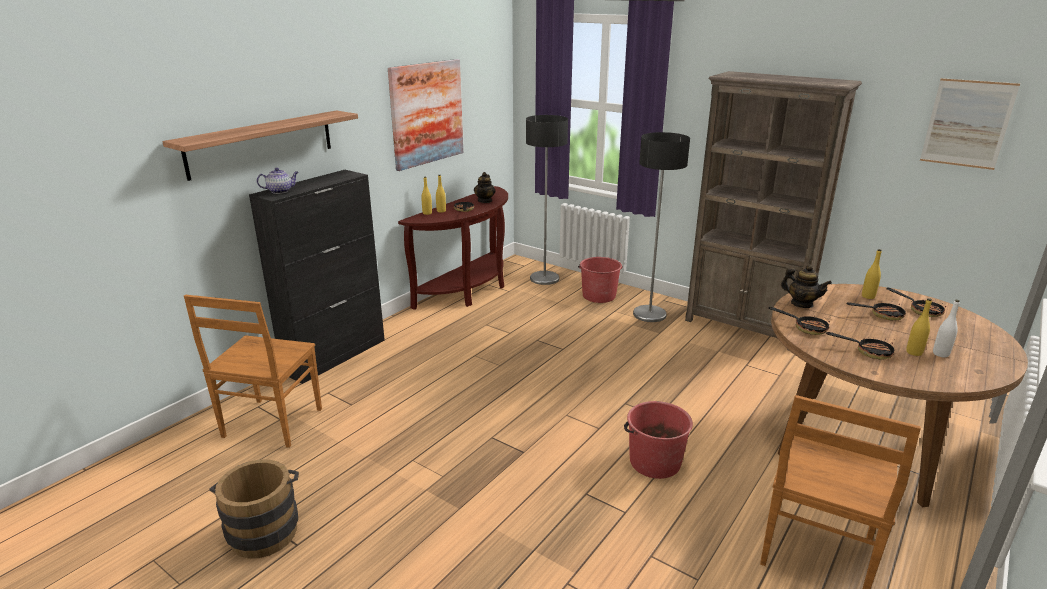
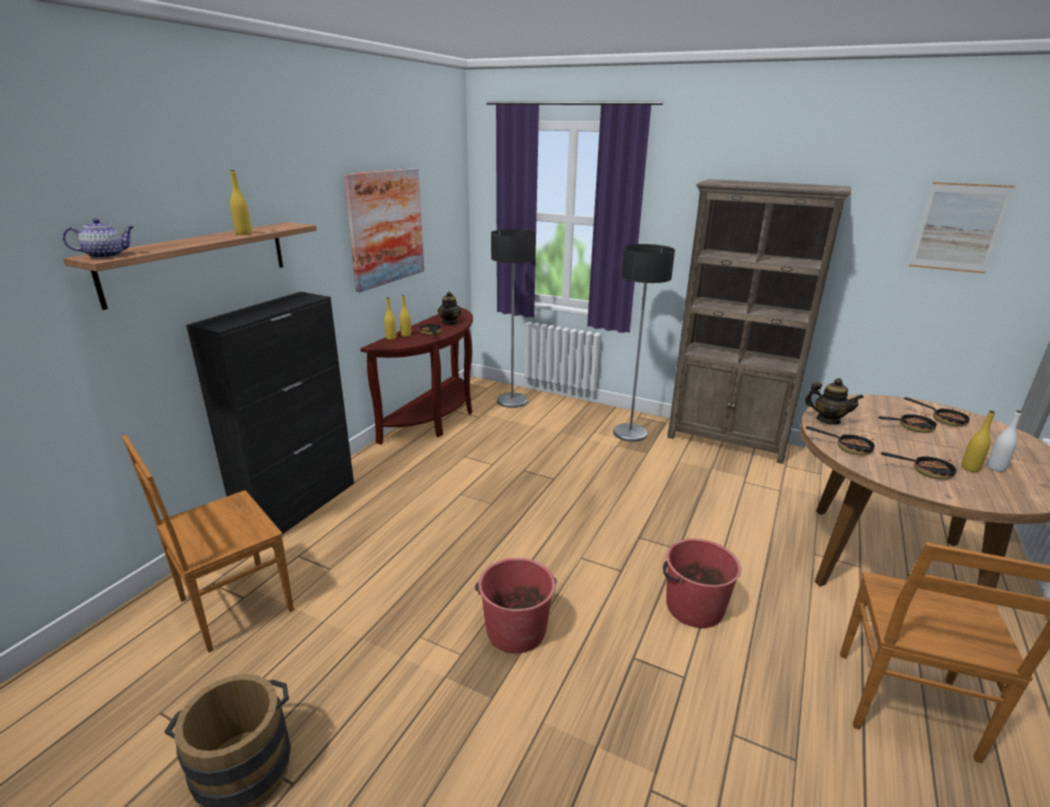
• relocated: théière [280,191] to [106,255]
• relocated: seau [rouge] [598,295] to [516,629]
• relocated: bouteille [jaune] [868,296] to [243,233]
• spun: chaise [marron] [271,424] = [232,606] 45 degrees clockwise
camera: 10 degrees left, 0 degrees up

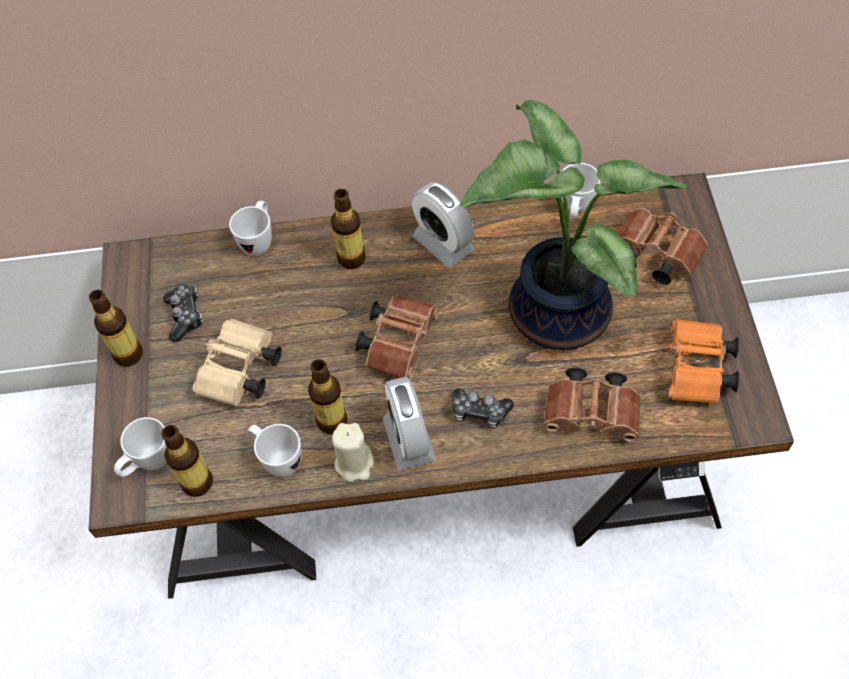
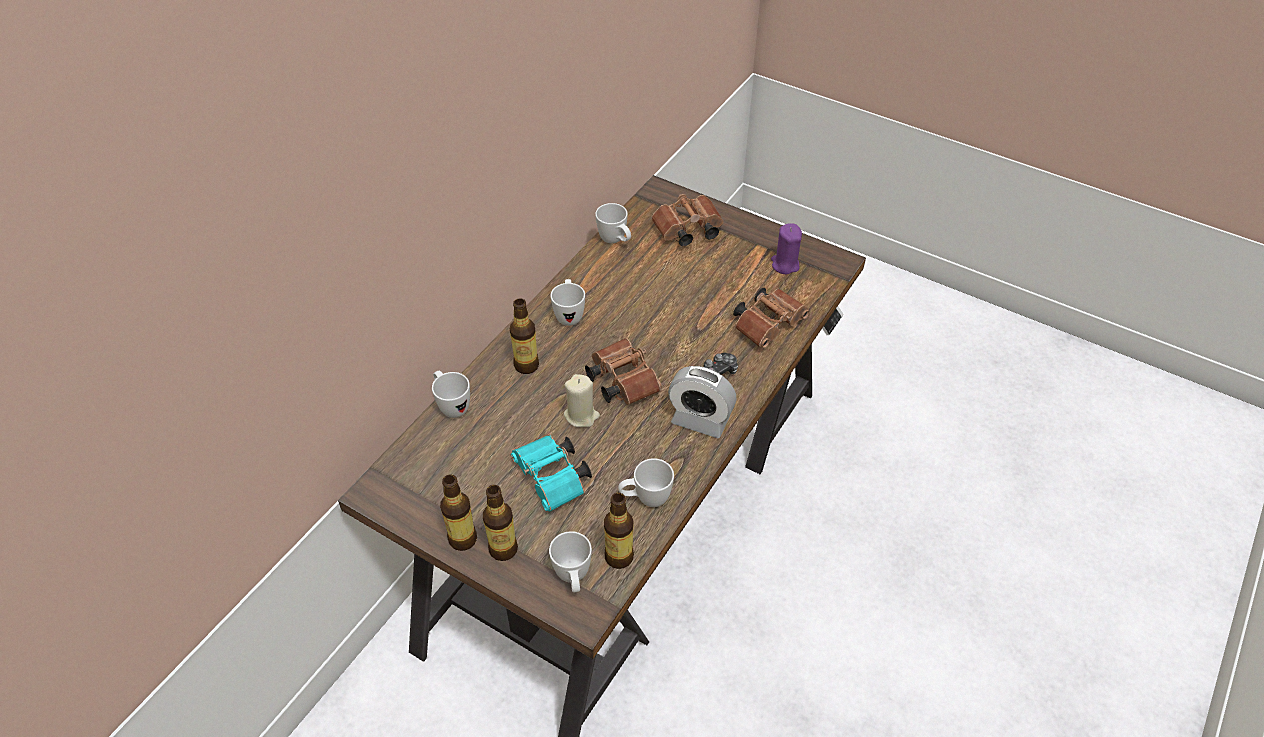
• missing: manette [185,316]
• missing: plante en pot [552,311]
• relocated: bouteille [332,421] to [503,549]
• relocated: bougie [beige] [354,463] to [581,415]
• exchanged: réveil [443,243] to mug [blanc] [569,314]
• exchanged: jumelles [orange] [697,372] to bougie [violet] [785,264]
• colour: jumelles [beige] [240,373] to jumelles [turquoise] [553,481]
camera: 55 degrees left, 10 degrees down

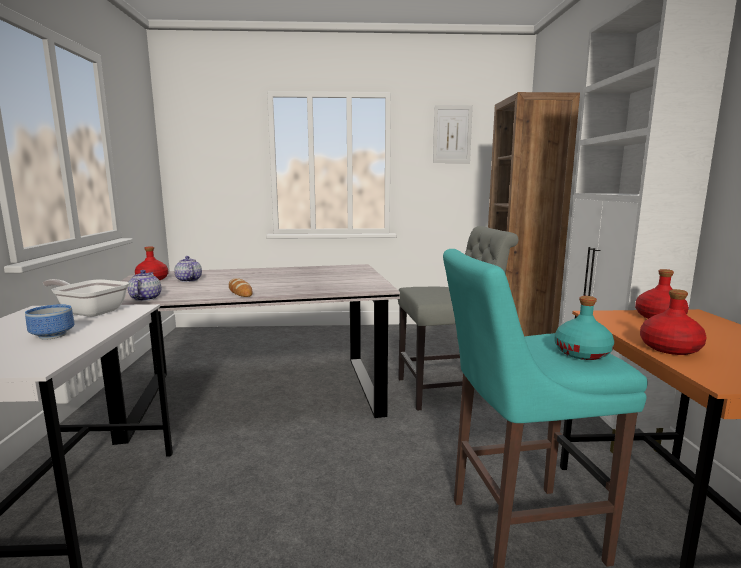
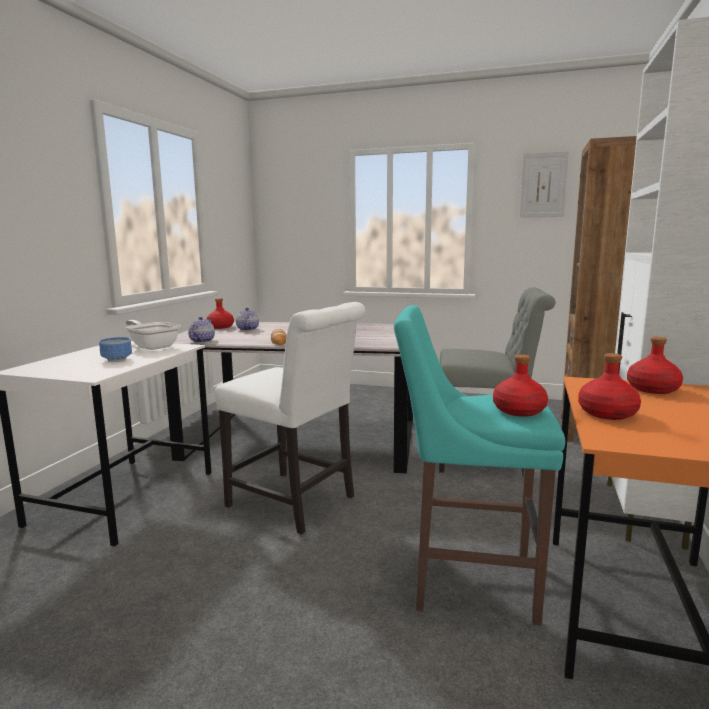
• appeared: chaise [blanc] [296,503]
• colour: bouteille [turquoise] [582,353] to bouteille [rouge] [519,410]
camera: 20 degrees right, 0 degrees up

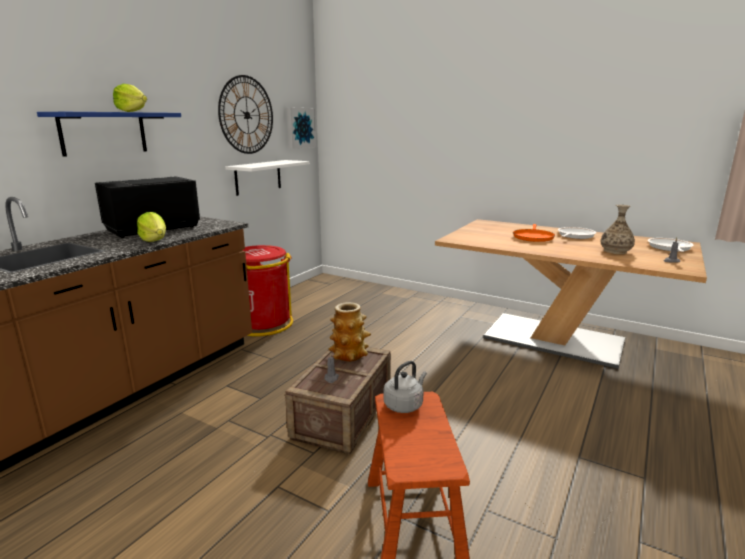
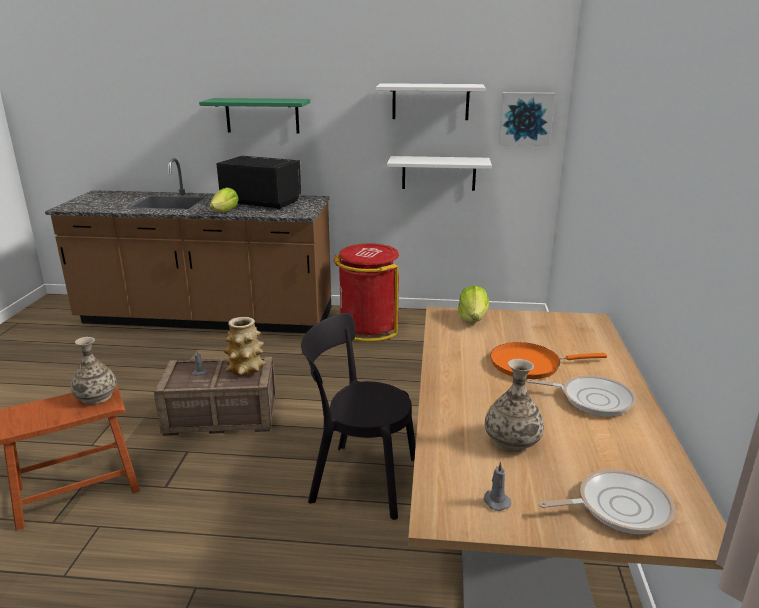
• appeared: chaise [noir] [359,479]
• relocated: laitue [132,112] to [473,319]
• exchanged: horloge murale [247,115] to étagère [blanc] [430,101]
• exchanged: bouilloire [gris] [404,405] to vase [96,397]
• colour: étagère [bleu] [104,133] to étagère [vert] [262,115]
camera: 65 degrees right, 5 degrees up

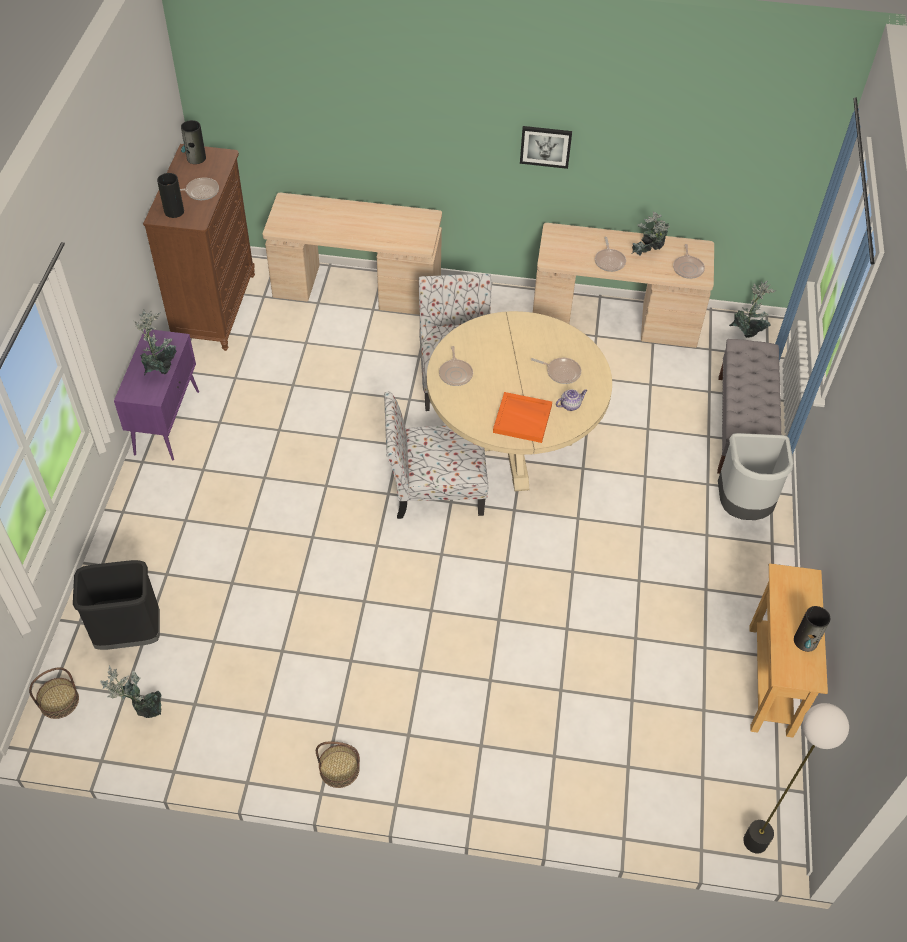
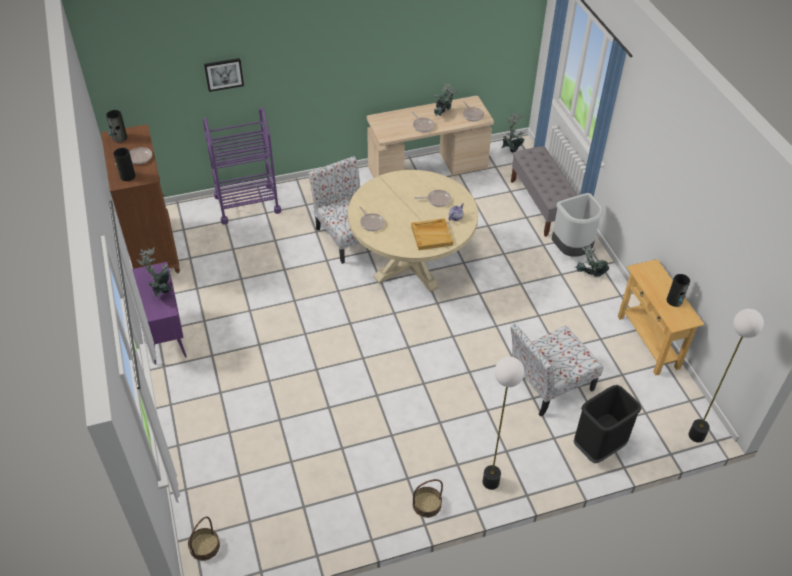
• appeared: lampadaire [491,482]
• relocated: poubelle [noir] [129,634] to [598,448]
• relocated: plante en pot [140,708] to [588,276]
• relocated: chaise [435,488] to [548,384]
• relocated: tableau [545,146] to [224,74]
• exchanged: bureau [beige] [357,290] to chariot [violet] [247,204]
• colour: plateau [orange] [523,419] to plateau [beige] [432,235]
camera: 25 degrees left, 5 degrees down

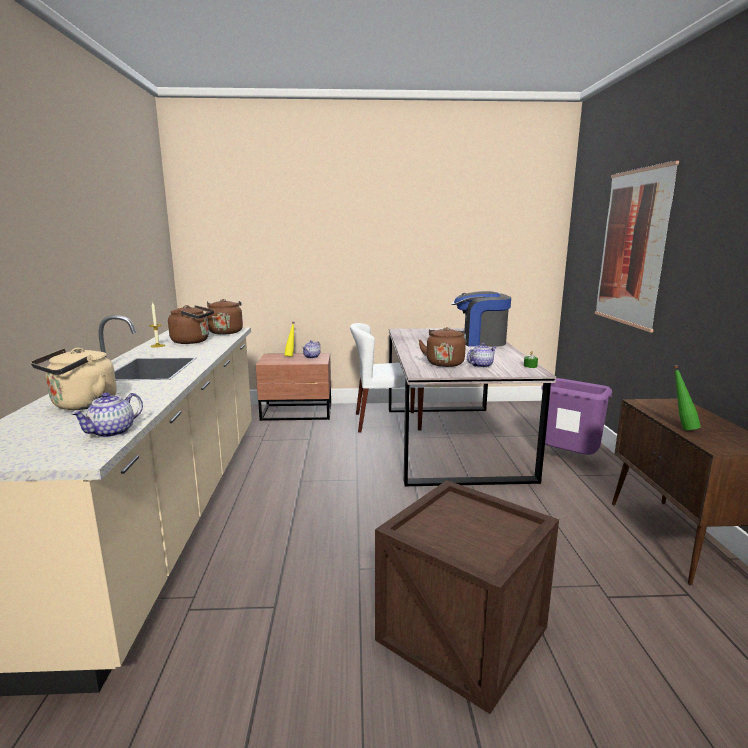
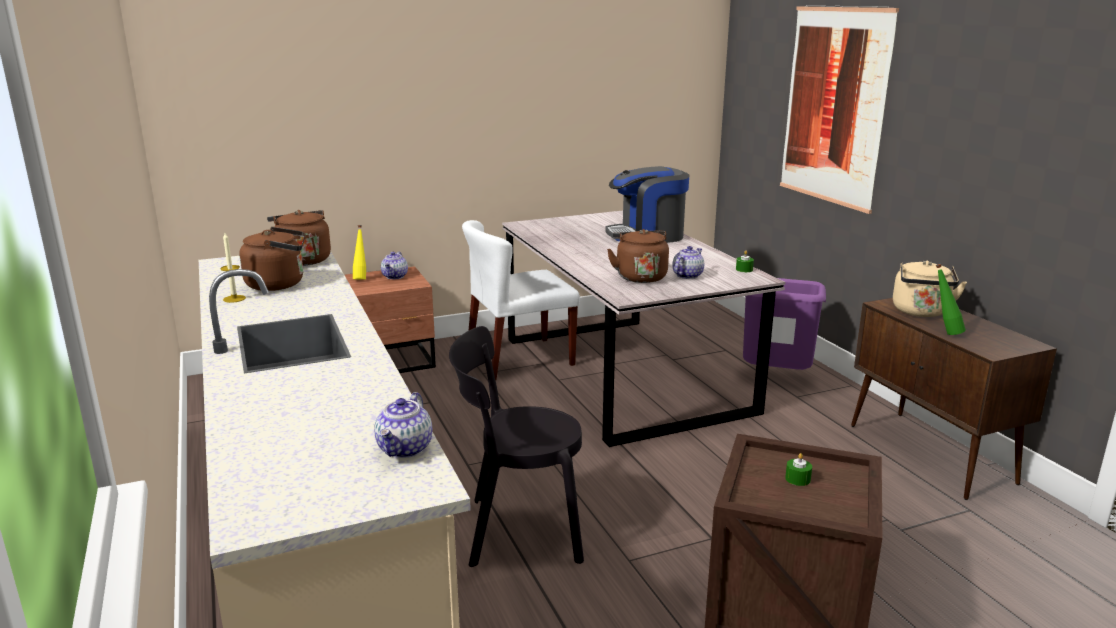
• appeared: chaise [noir] [518,530]
• appeared: bougie [vert] [797,479]
• relocated: bouilloire [beige] [81,405] to [921,312]
camera: 20 degrees left, 5 degrees up

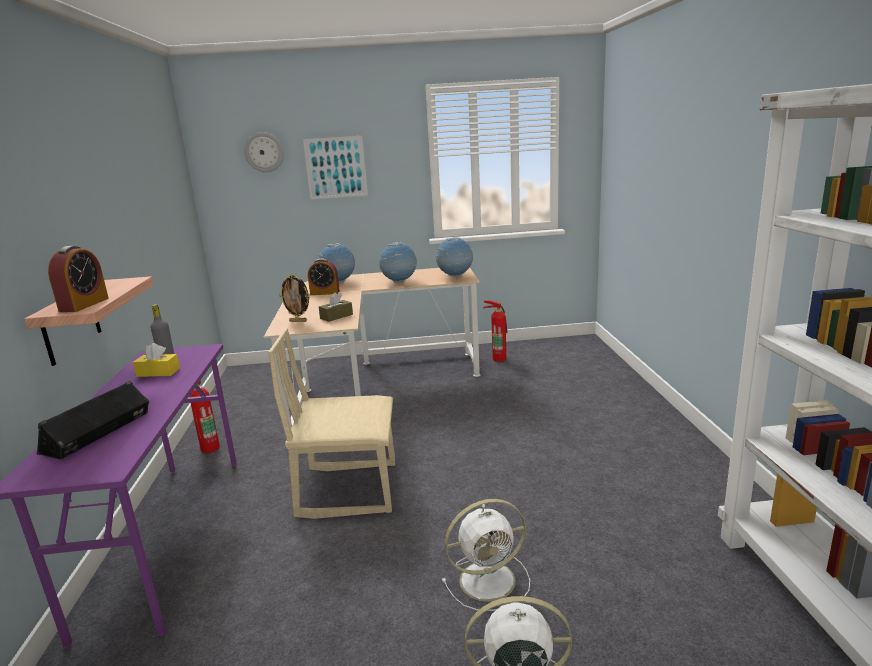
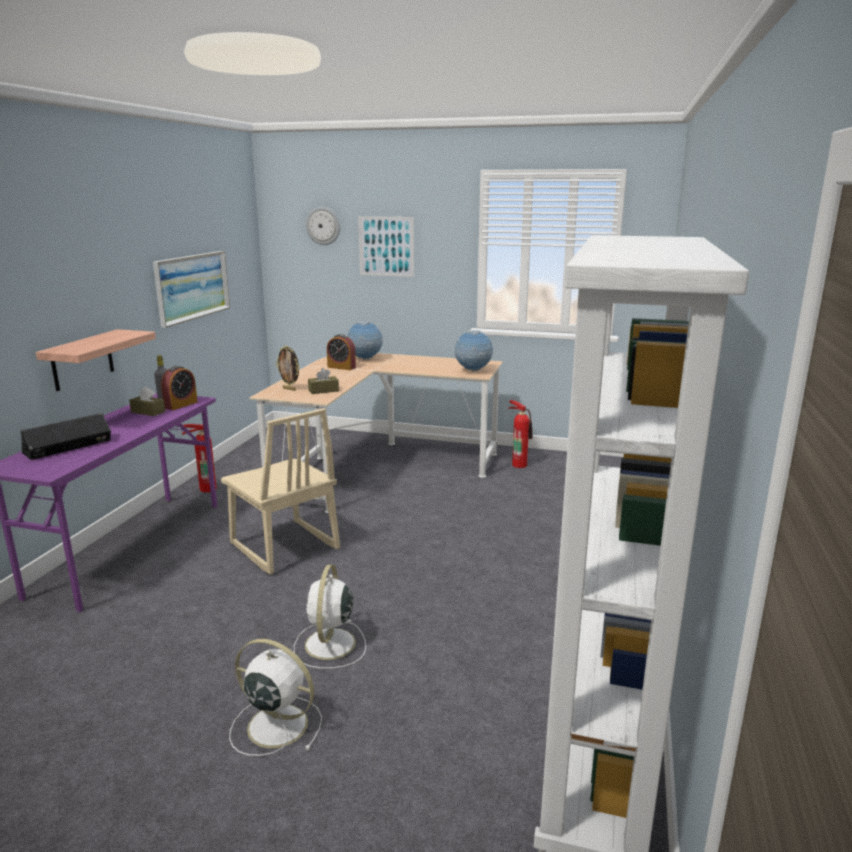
• missing: globe [399,282]
• appeared: tableau [192,286]
• relocated: réveil [84,305] to [180,405]
• colour: boîte à mouchoirs [jaune] [158,372] to boîte à mouchoirs [marron] [148,412]
• spun: chaise [beige] [348,489] = [283,547] 150 degrees counterclockwise
• spun: ventilateur [blanc] [490,580] = [329,645] 90 degrees clockwise
camera: 20 degrees right, 0 degrees up

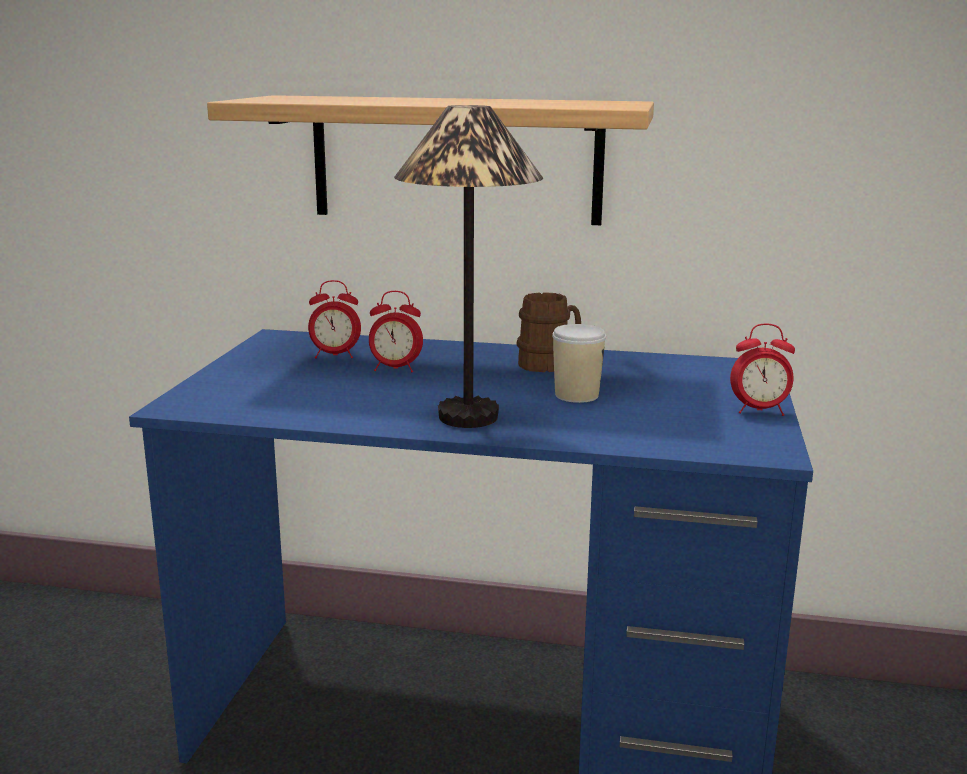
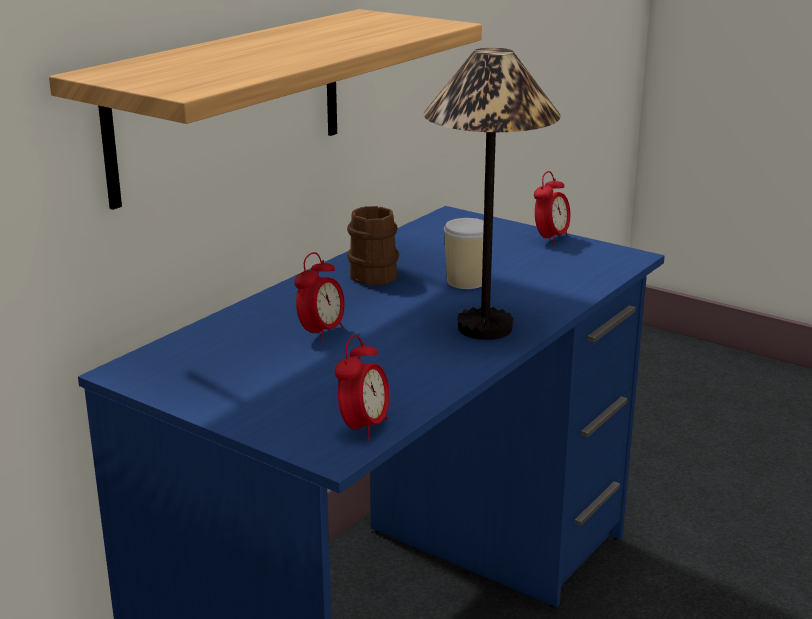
• relocated: réveil [335,356] to [364,428]
camera: 65 degrees left, 5 degrees up

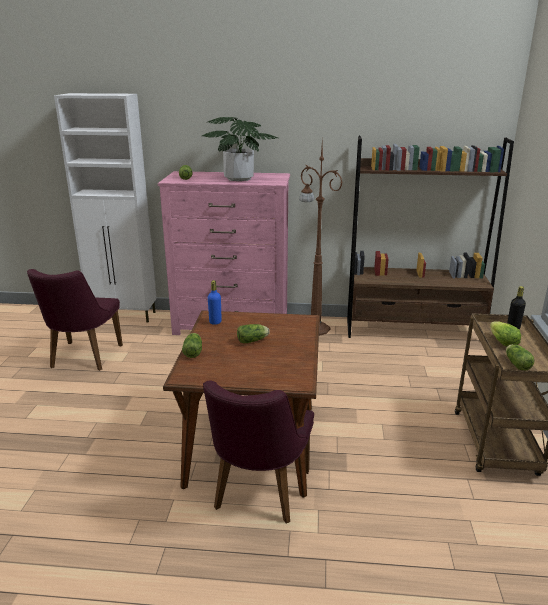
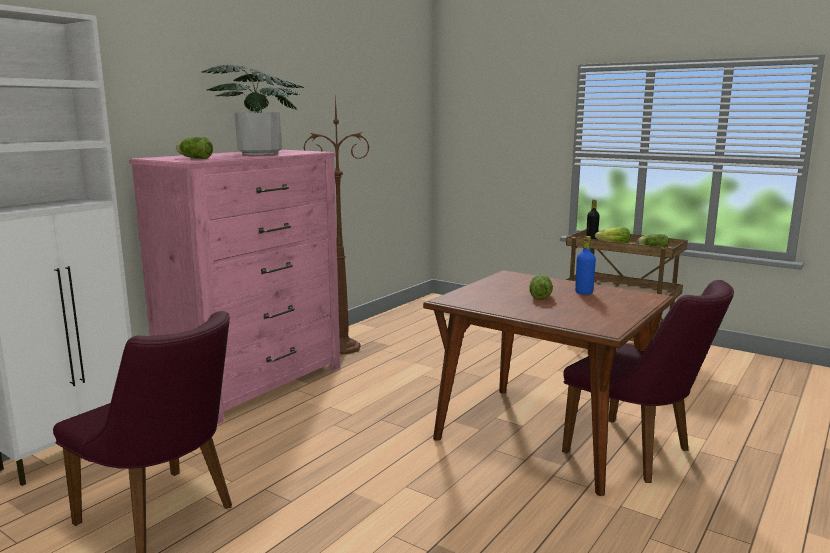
• missing: laitue [193,351]
• missing: bibliothèque [marron] [414,331]
• relocated: bouteille [bleu] [215,322] to [584,293]
camera: 60 degrees left, 10 degrees down

